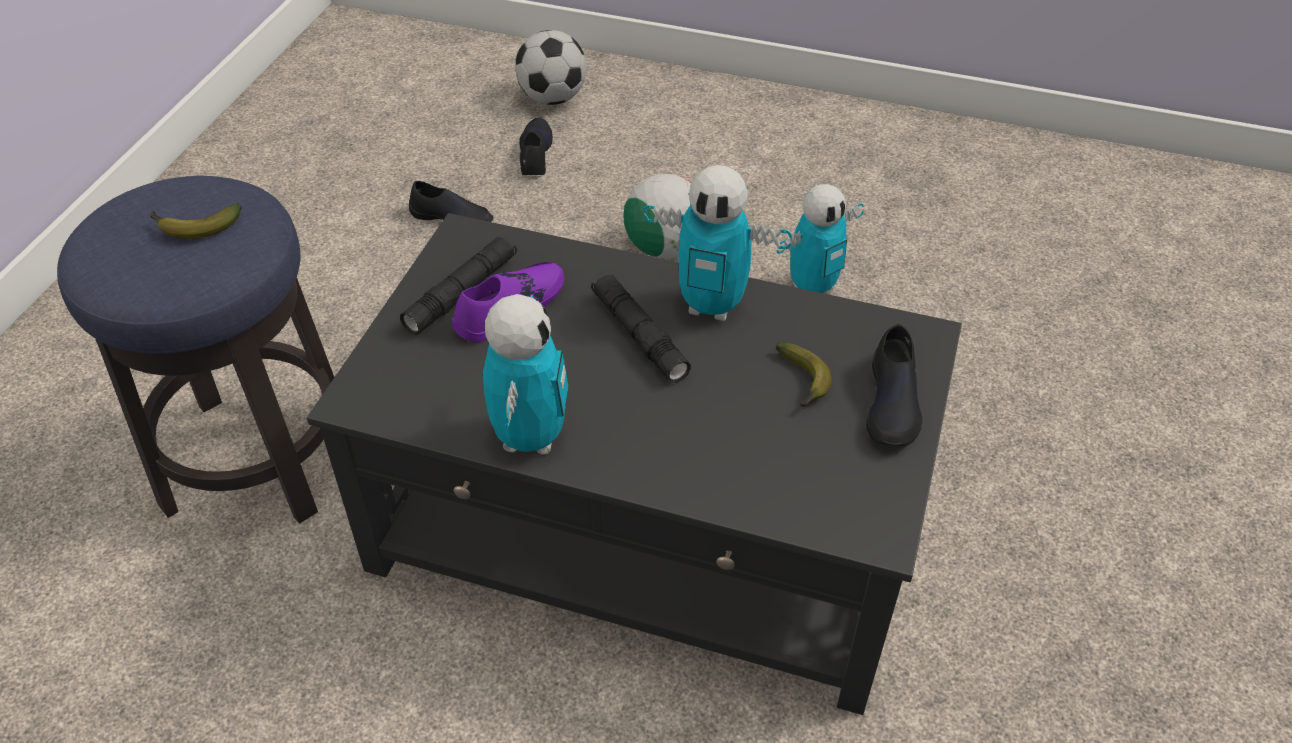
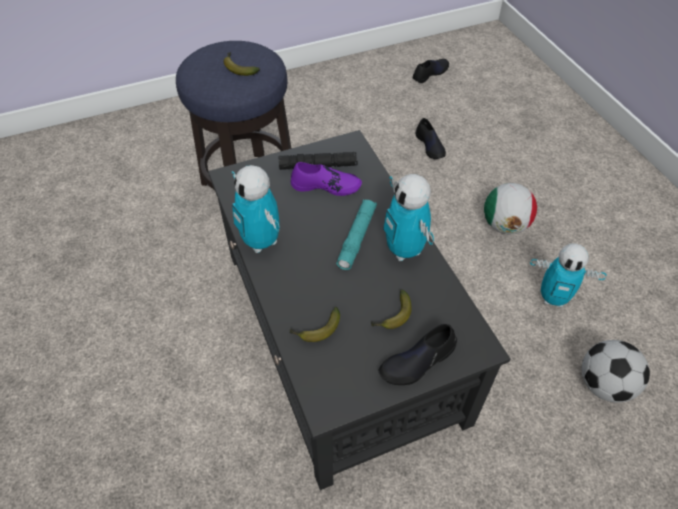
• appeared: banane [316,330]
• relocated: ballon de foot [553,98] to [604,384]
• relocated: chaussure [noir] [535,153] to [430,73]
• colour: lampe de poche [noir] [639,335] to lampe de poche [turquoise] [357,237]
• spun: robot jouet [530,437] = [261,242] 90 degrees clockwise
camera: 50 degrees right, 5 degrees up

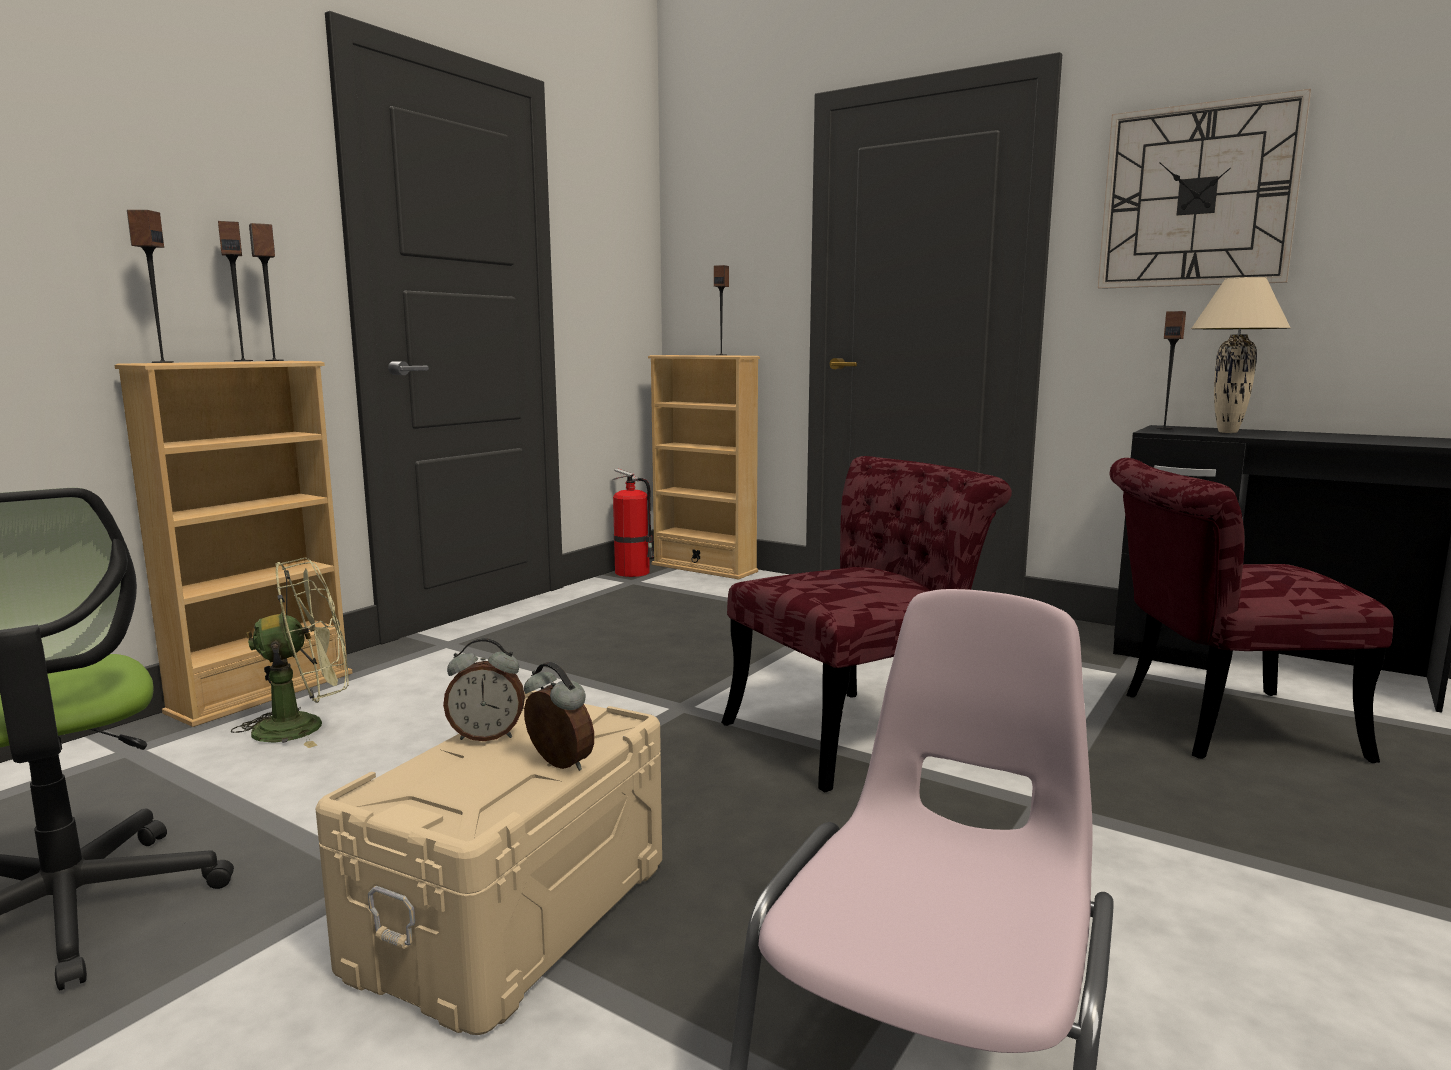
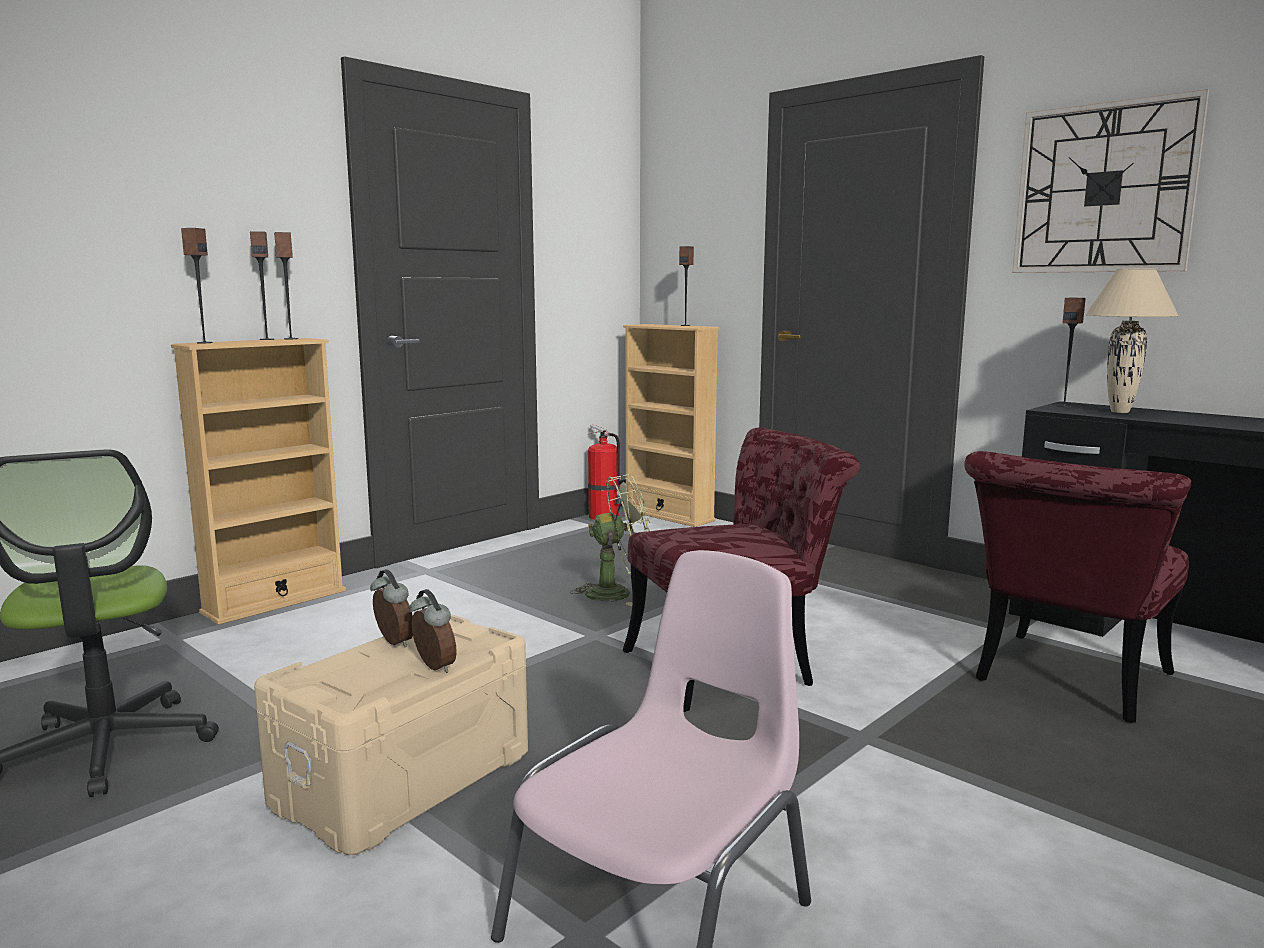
• relocated: ventilateur [vert] [305,726] to [618,593]
• spun: réveil [487,736] = [392,643] 135 degrees counterclockwise
• spun: chaise [rouge] [1214,725] = [1065,683] 60 degrees counterclockwise
camera: 10 degrees right, 0 degrees up

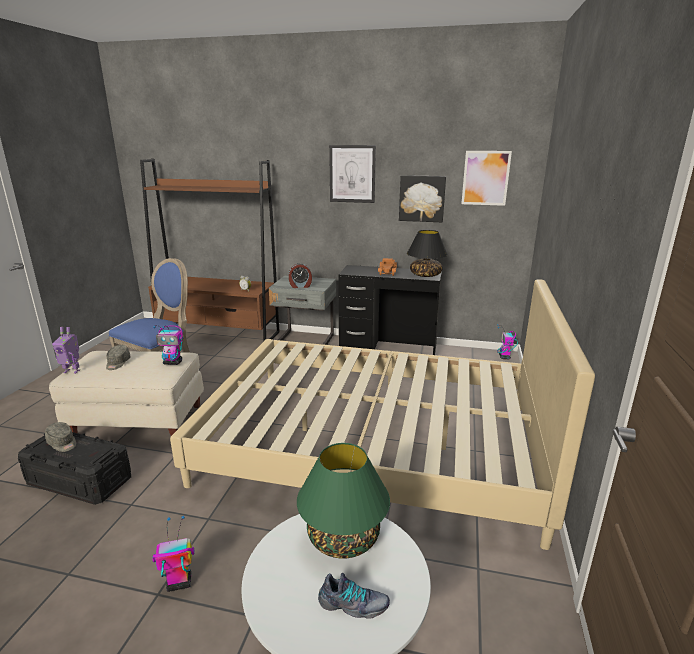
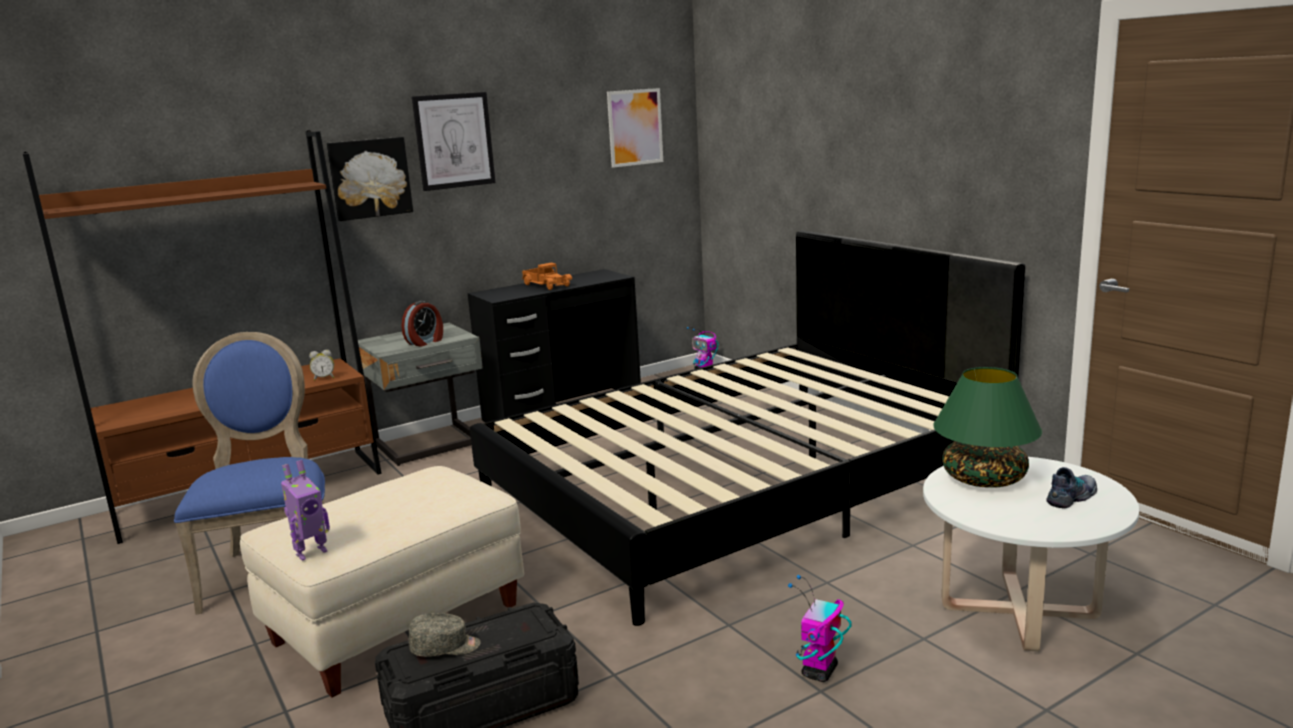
• missing: casquette [gris] [117,363]
• missing: robot jouet [173,362]
• missing: lampe de table [noir] [426,275]
• relocated: tableau [422,198] to [369,178]
• colour: lit [beige] [374,443] to lit [noir] [743,487]
camera: 45 degrees left, 5 degrees down

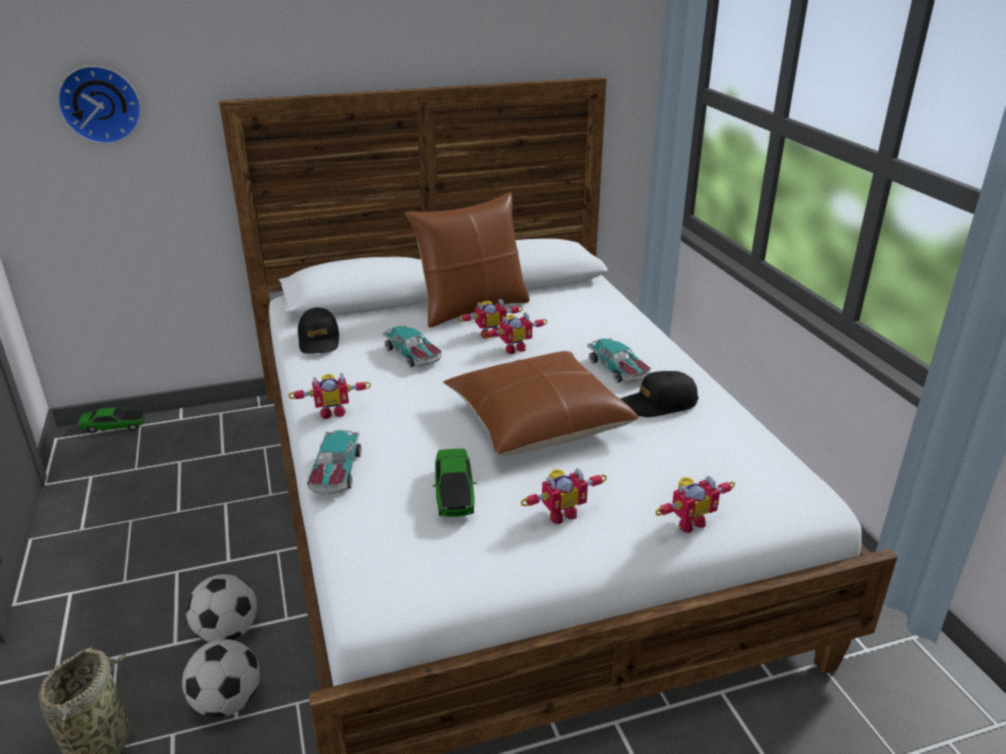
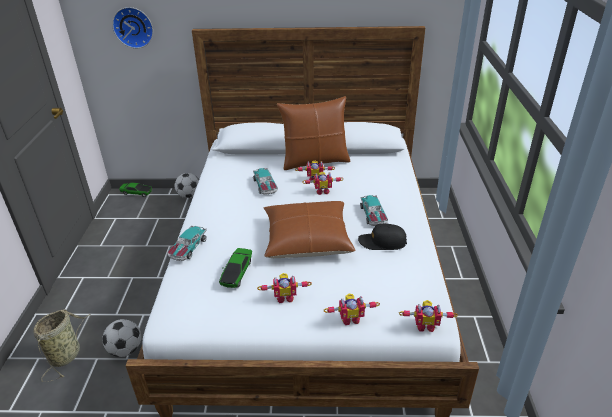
• missing: casquette [noir] [319,340]
• relocated: ballon de foot [227,632] to [189,196]
• relocated: robot jouet [332,412] to [425,325]
camera: 20 degrees right, 5 degrees up

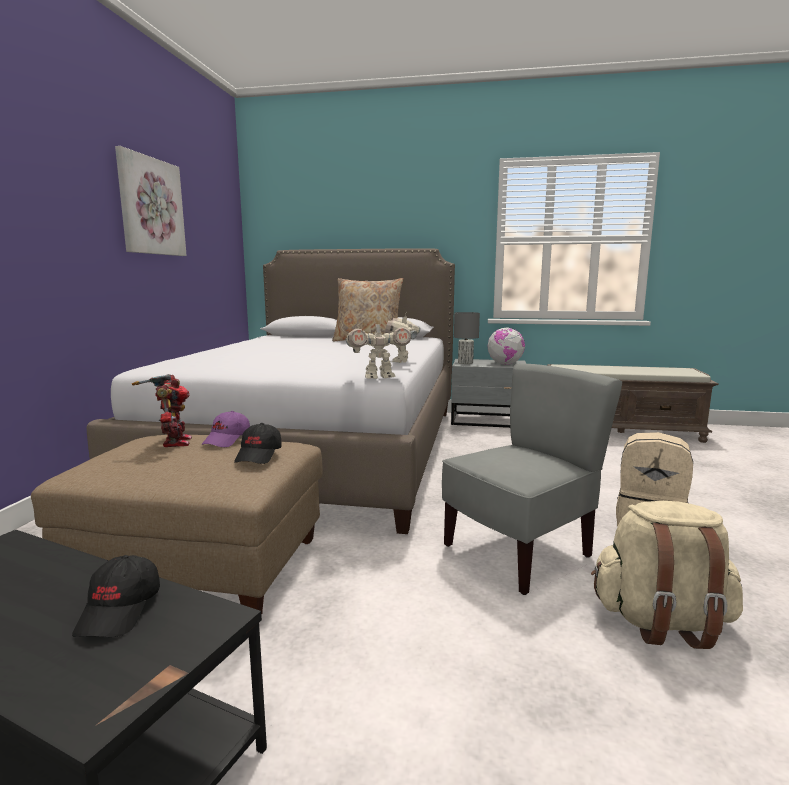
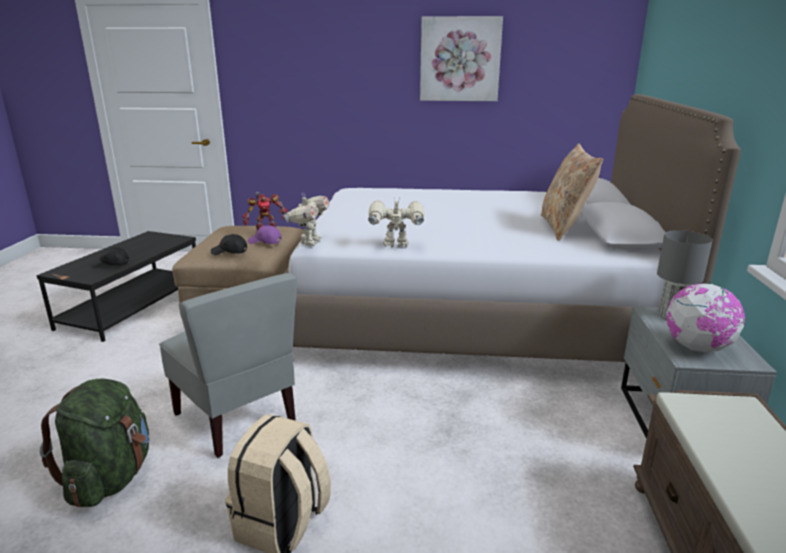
• colour: sac à dos [beige] [661,622] to sac à dos [vert] [110,478]
• spun: robot jouet [378,377] = [309,242] 150 degrees counterclockwise
camera: 85 degrees right, 10 degrees up

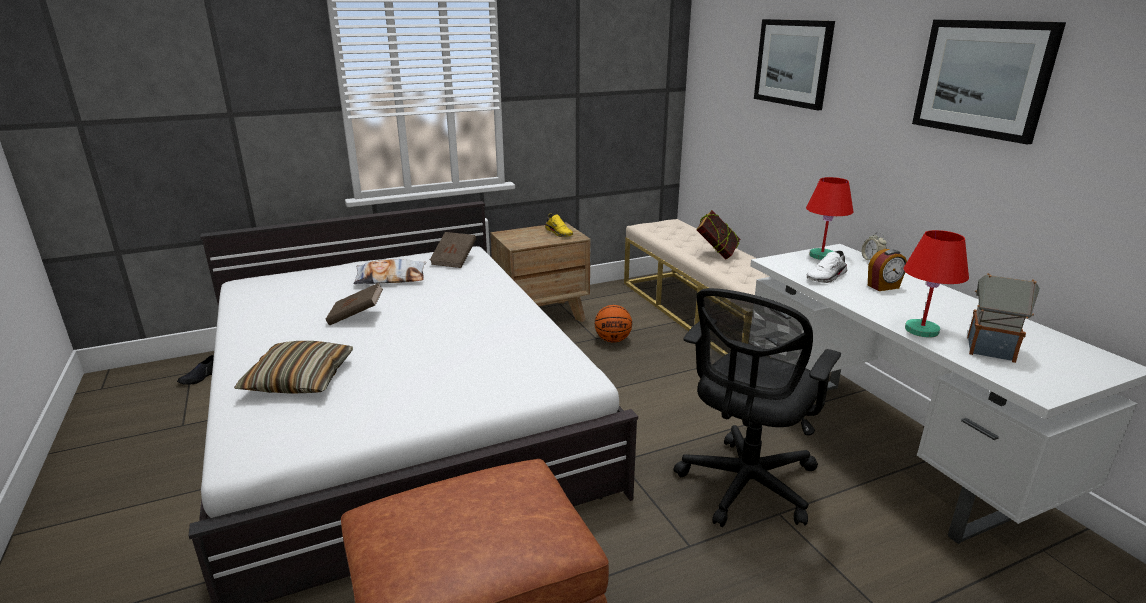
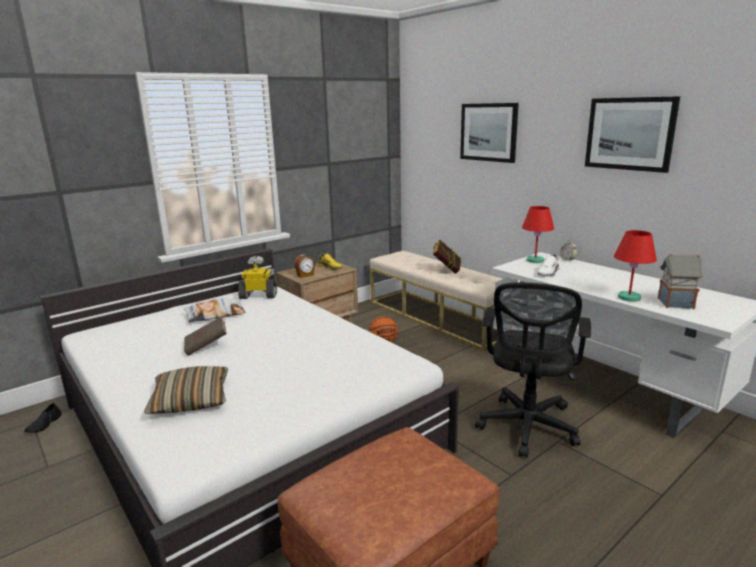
• relocated: réveil [883,287] to [305,275]
• exchanged: livre [marron] [454,260] to robot jouet [259,295]
camera: 15 degrees left, 5 degrees down

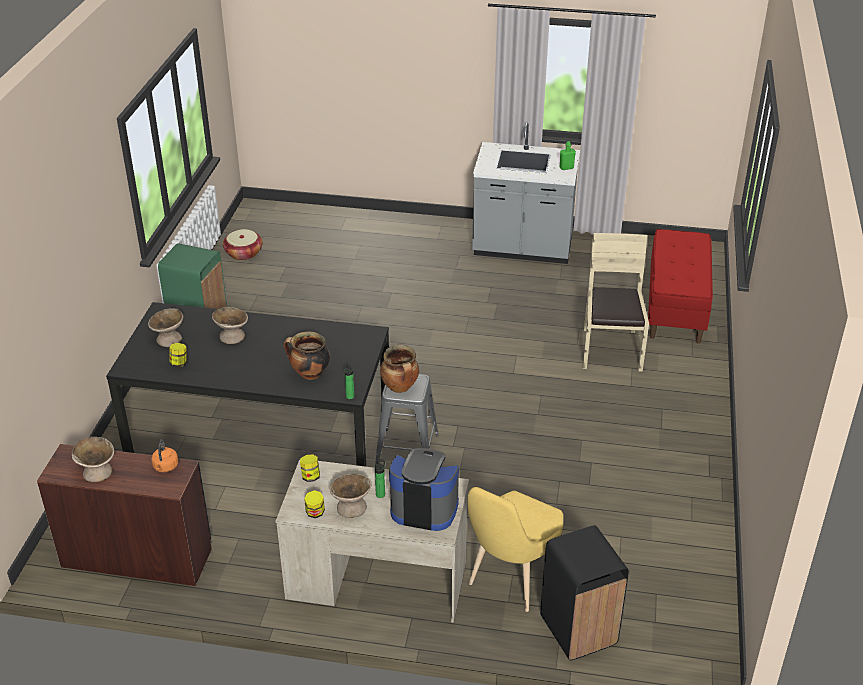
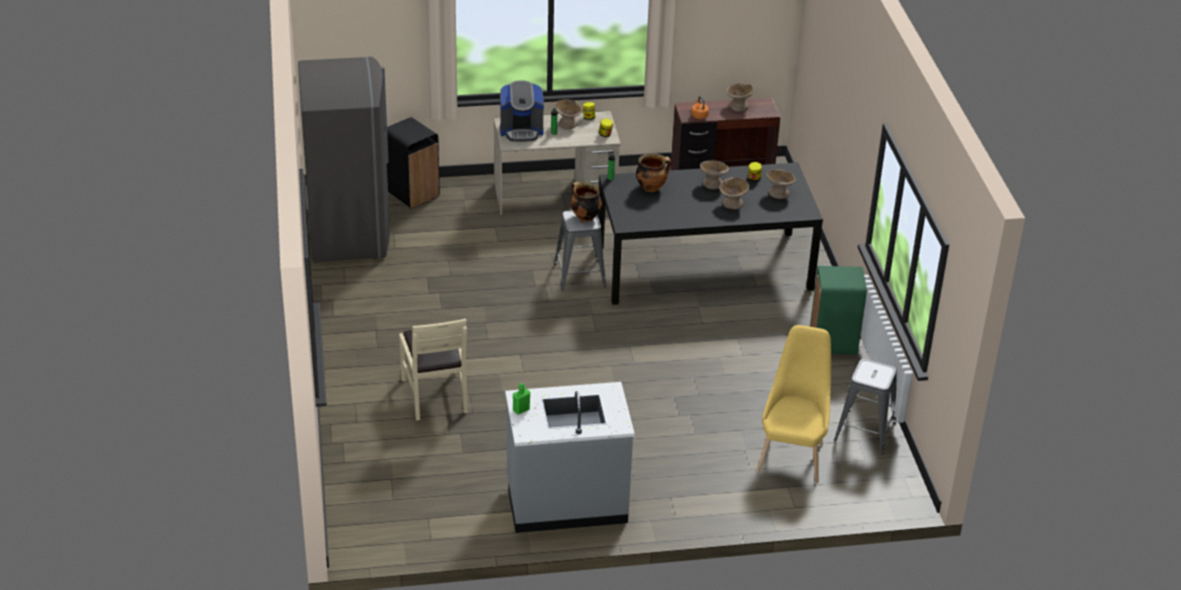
• missing: banc [rouge] [676,308]
• appeared: réfrigérateur [gris] [349,234]
• appeared: bol [beige] [712,184]
• relocated: chaise [jaune] [511,579] to [792,455]
• exchanged: panier [243,253] to tabouret [gris] [865,431]
camera: 160 degrees right, 0 degrees up

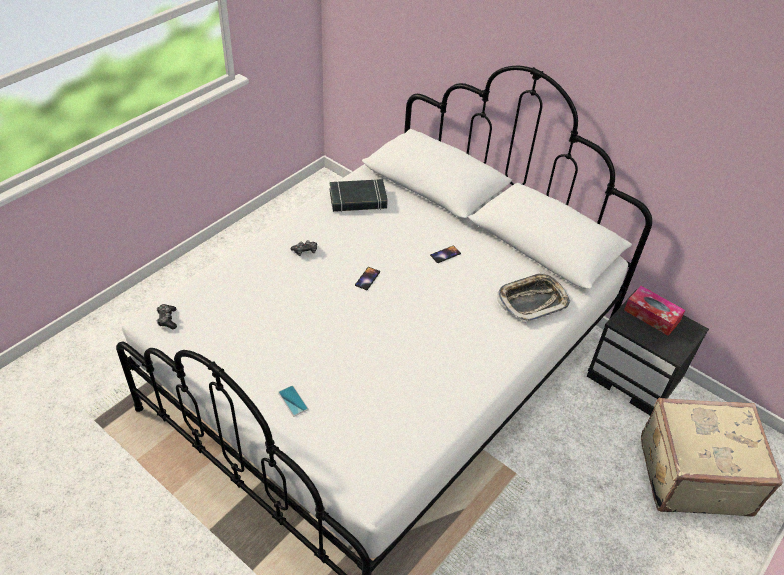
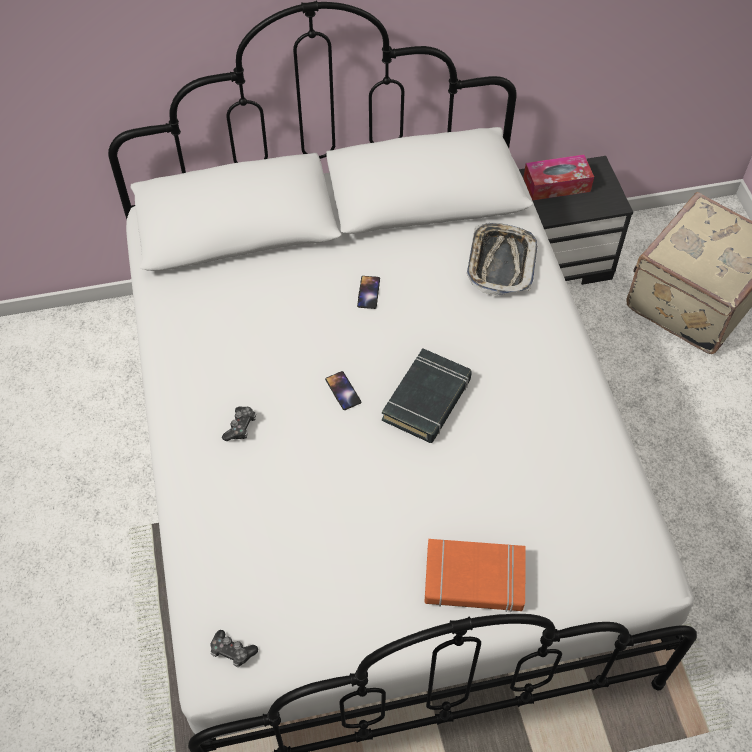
• relocated: livre [noir] [358,199] to [427,400]
• exchanged: téléphone [293,401] to livre [orange] [474,579]
camera: 50 degrees left, 10 degrees up

